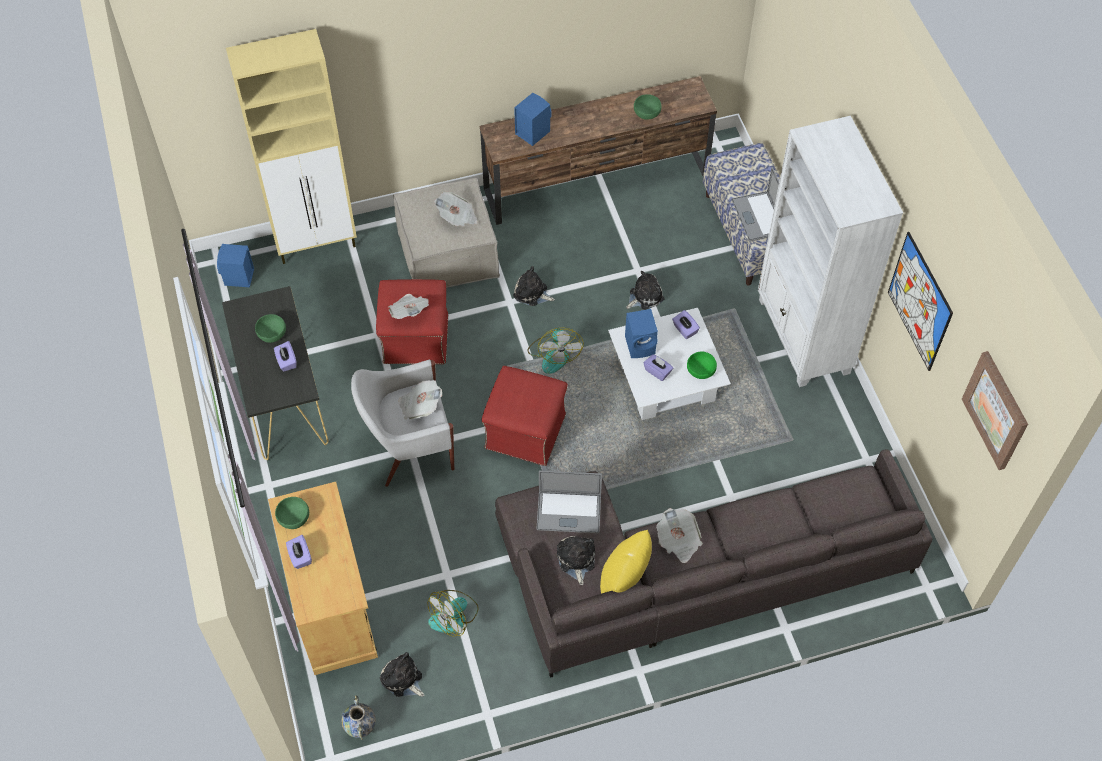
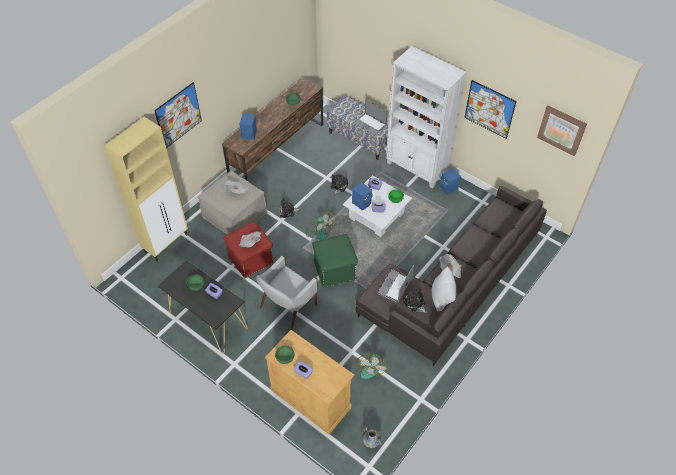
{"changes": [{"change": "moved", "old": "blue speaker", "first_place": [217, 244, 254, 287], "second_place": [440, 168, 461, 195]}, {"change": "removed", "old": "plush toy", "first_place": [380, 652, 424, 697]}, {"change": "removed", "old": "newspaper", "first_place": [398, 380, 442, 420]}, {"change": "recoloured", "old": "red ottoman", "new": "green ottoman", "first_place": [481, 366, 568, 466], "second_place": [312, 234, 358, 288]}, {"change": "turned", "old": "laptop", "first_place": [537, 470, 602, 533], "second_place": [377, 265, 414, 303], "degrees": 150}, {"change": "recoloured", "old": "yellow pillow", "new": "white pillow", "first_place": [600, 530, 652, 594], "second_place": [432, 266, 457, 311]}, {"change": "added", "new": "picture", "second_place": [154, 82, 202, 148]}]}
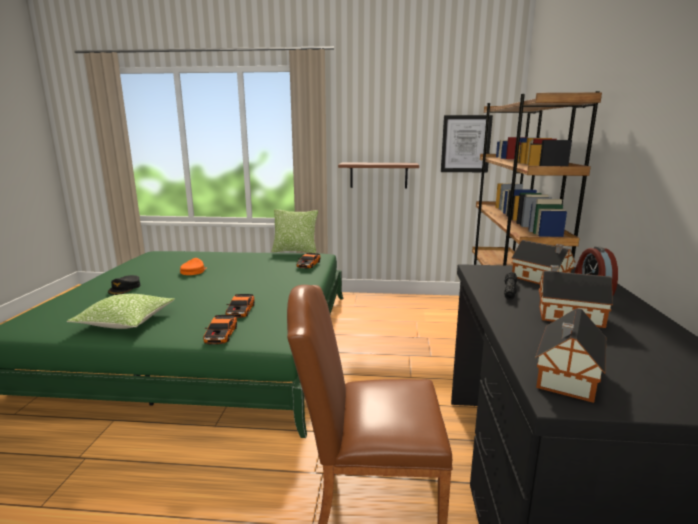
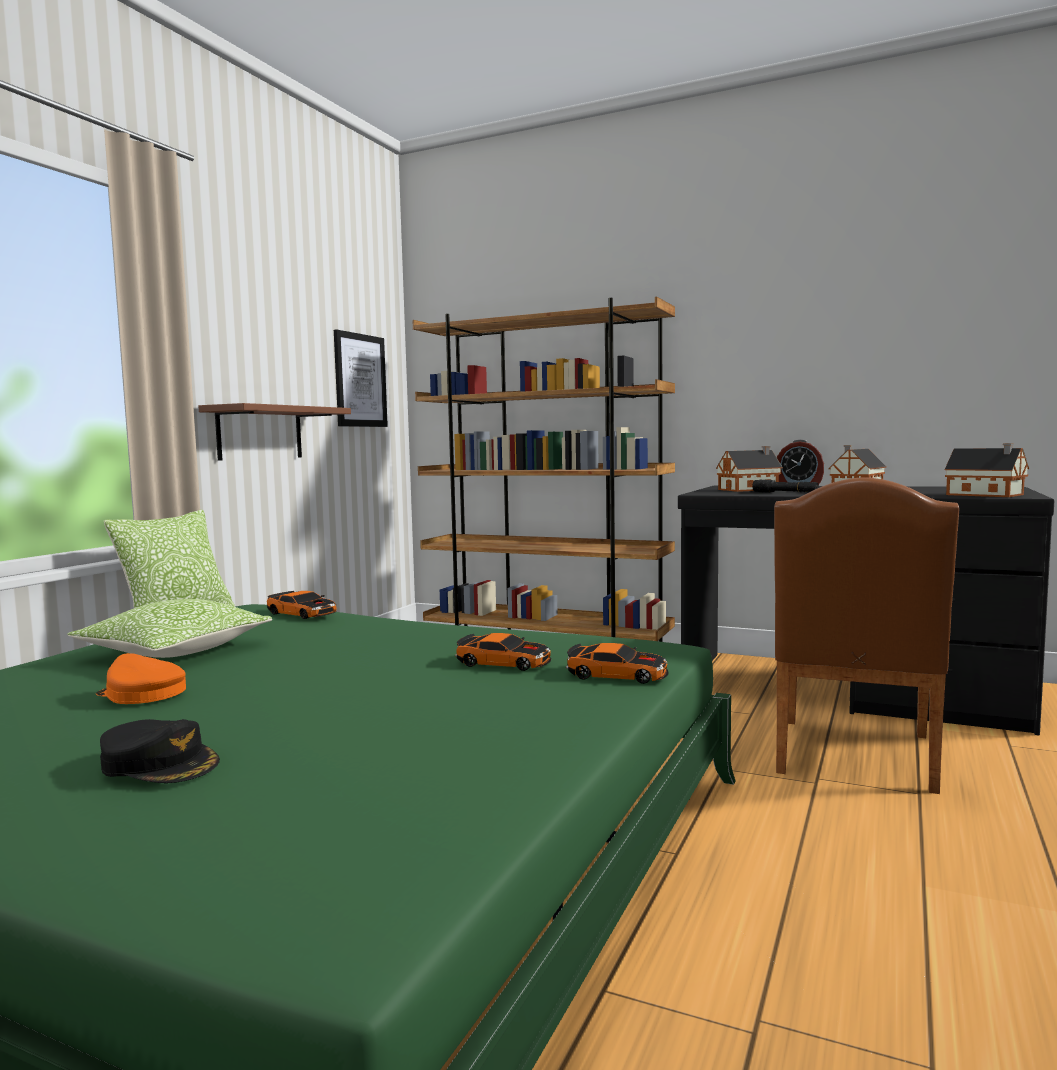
{"changes": [{"change": "moved", "old": "pillow", "first_place": [67, 294, 175, 329], "second_place": [67, 599, 272, 658]}]}
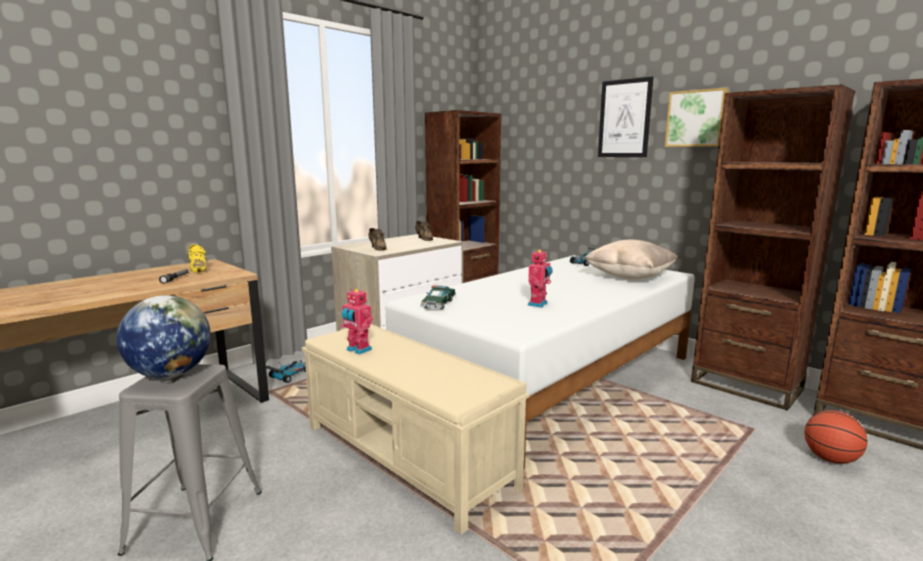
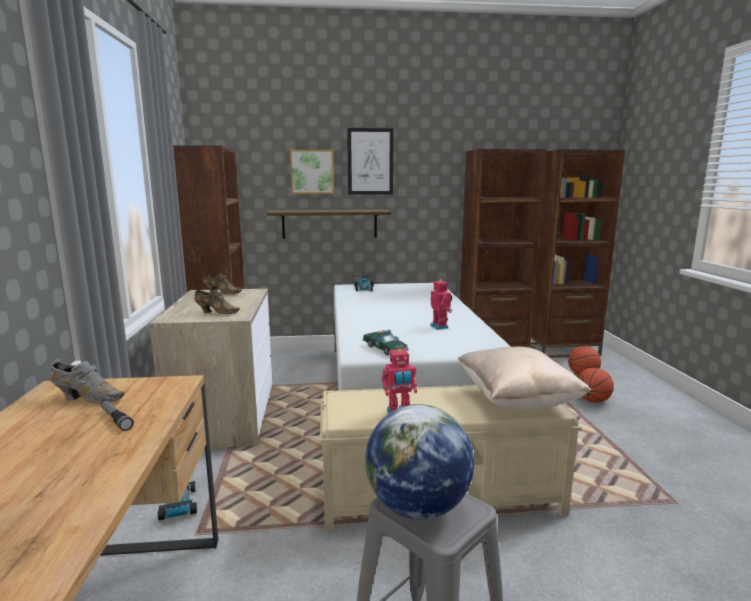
{"changes": [{"change": "recoloured", "old": "yellow shoe", "new": "grey shoe", "first_place": [188, 244, 207, 273], "second_place": [50, 361, 125, 404]}, {"change": "moved", "old": "beige pillow", "first_place": [584, 240, 678, 280], "second_place": [458, 347, 591, 409]}, {"change": "moved", "old": "picture", "first_place": [665, 88, 728, 147], "second_place": [290, 150, 334, 194]}, {"change": "added", "new": "shelf", "second_place": [267, 210, 391, 239]}, {"change": "added", "new": "basketball", "second_place": [578, 368, 614, 403]}]}
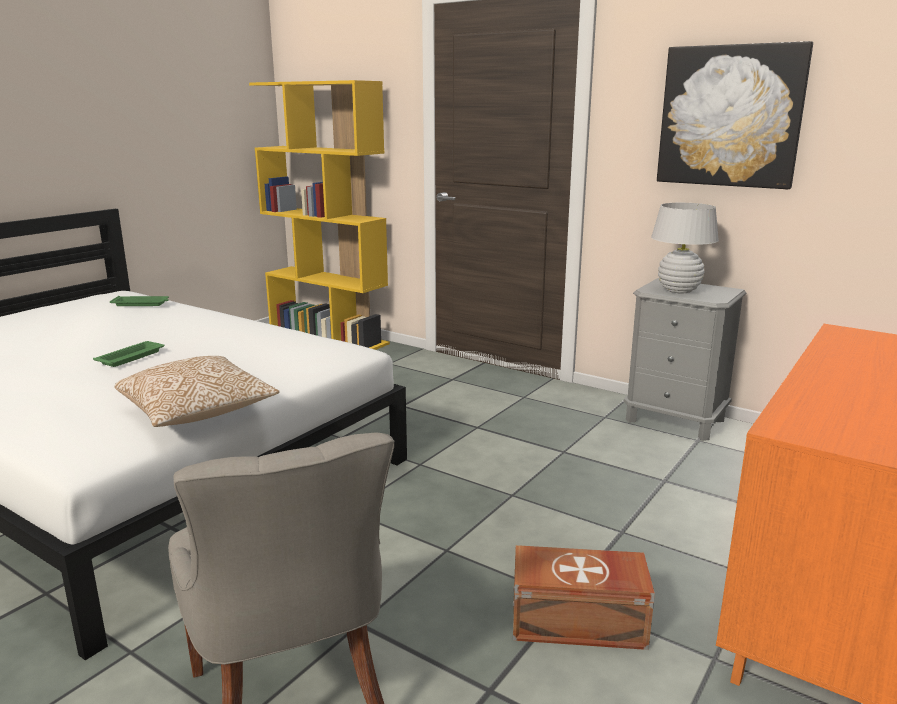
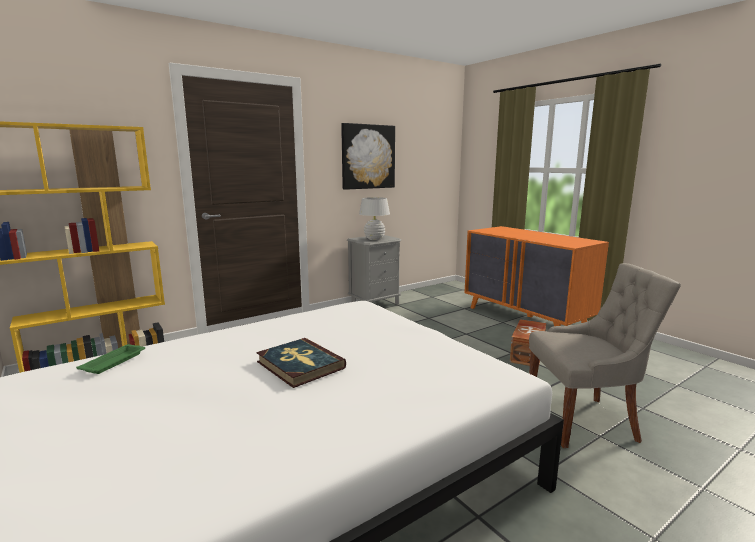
{"changes": [{"change": "replaced", "old": "green tray", "new": "book", "first_place": [93, 341, 164, 367], "second_place": [256, 338, 346, 388]}, {"change": "removed", "old": "pillow", "first_place": [114, 356, 280, 427]}]}
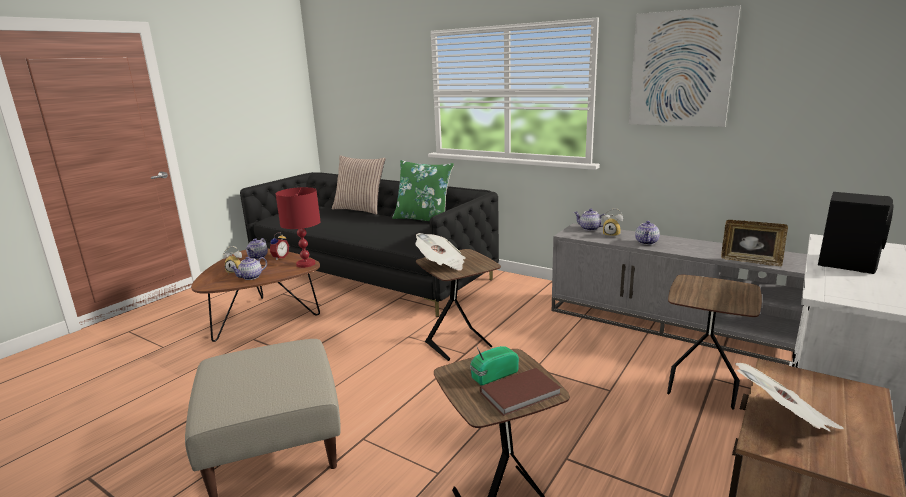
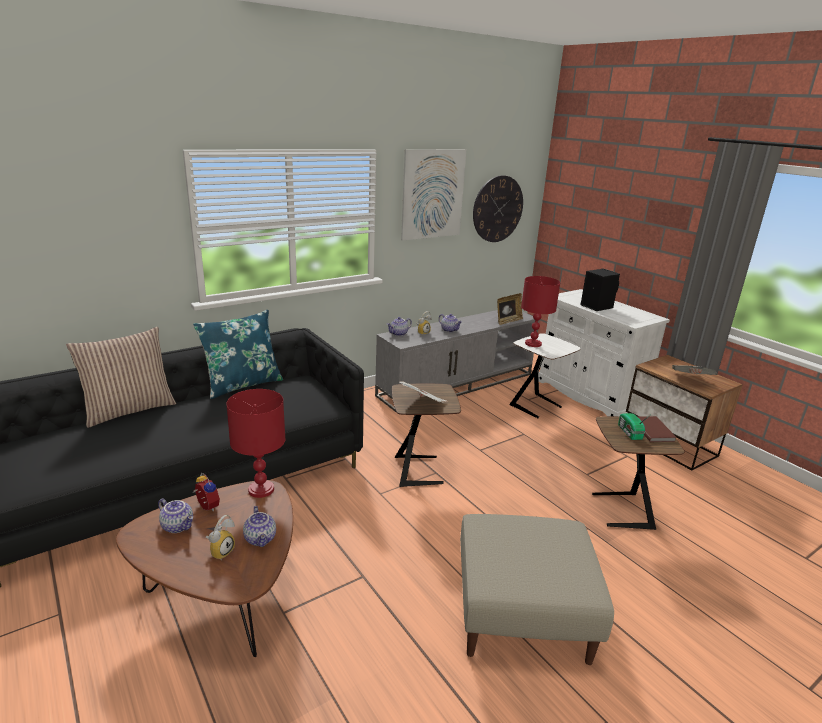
{"changes": [{"change": "recoloured", "old": "green pillow", "new": "blue pillow", "first_place": [392, 160, 454, 221], "second_place": [193, 310, 283, 399]}, {"change": "recoloured", "old": "brown side table", "new": "white side table", "first_place": [667, 275, 762, 410], "second_place": [509, 333, 581, 418]}, {"change": "added", "new": "wall clock", "second_place": [473, 175, 523, 242]}, {"change": "added", "new": "red table lamp", "second_place": [521, 276, 560, 347]}]}
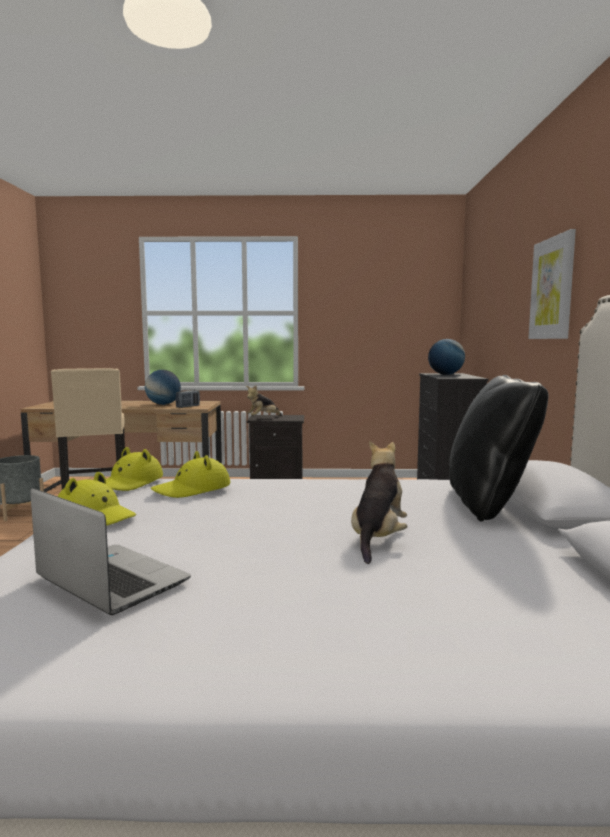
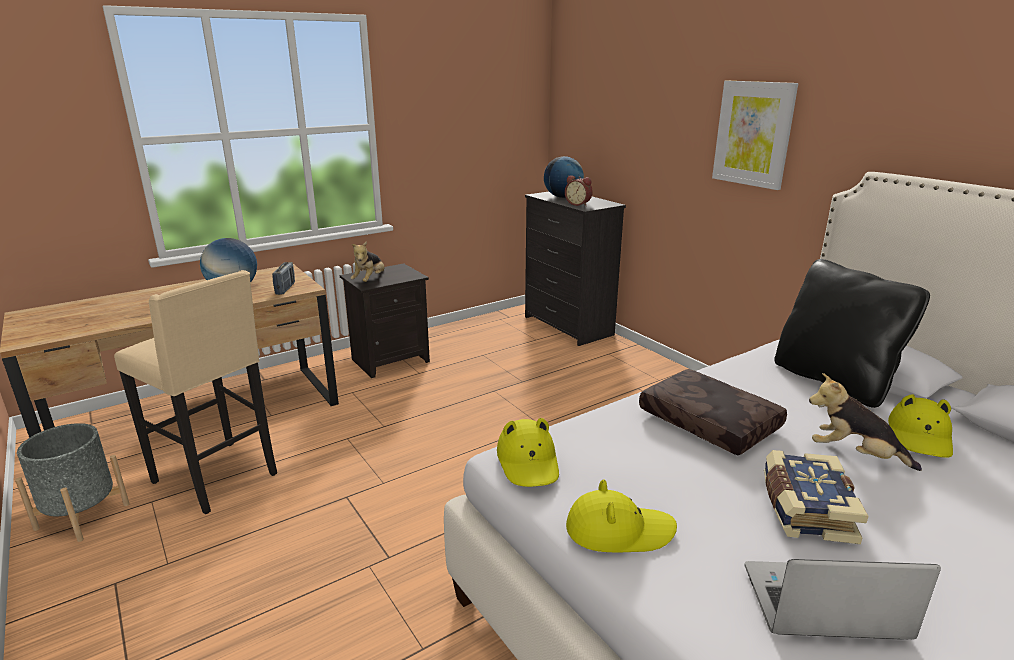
{"changes": [{"change": "moved", "old": "yellow hat", "first_place": [151, 451, 230, 498], "second_place": [888, 394, 953, 458]}, {"change": "turned", "old": "plush toy", "first_place": [351, 441, 407, 564], "second_place": [809, 373, 922, 471], "degrees": -45}, {"change": "added", "new": "alarm clock", "second_place": [565, 175, 593, 206]}, {"change": "added", "new": "brown pillow", "second_place": [639, 369, 787, 455]}, {"change": "added", "new": "book", "second_place": [764, 450, 868, 544]}]}
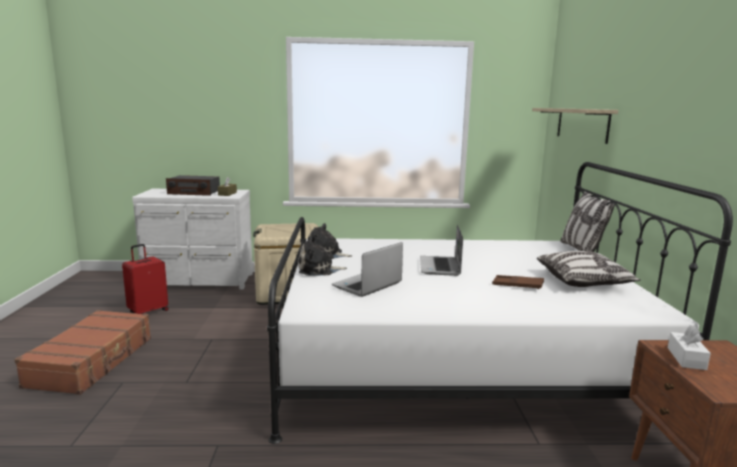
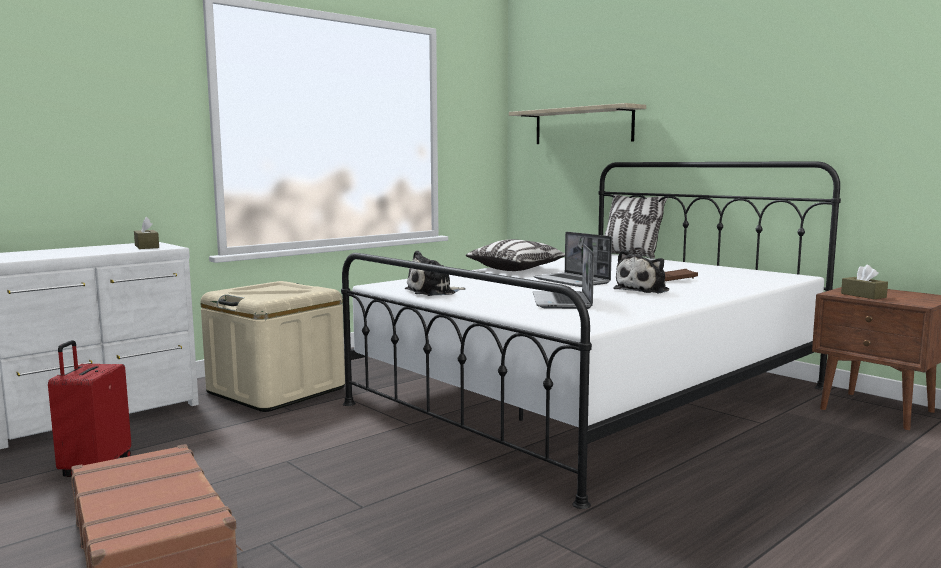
{"changes": [{"change": "removed", "old": "radio", "first_place": [166, 175, 220, 196]}, {"change": "moved", "old": "plush toy", "first_place": [298, 236, 347, 276], "second_place": [613, 250, 669, 294]}, {"change": "moved", "old": "pillow", "first_place": [537, 251, 640, 287], "second_place": [466, 239, 565, 271]}, {"change": "recoloured", "old": "white tissue box", "new": "brown tissue box", "first_place": [668, 325, 711, 370], "second_place": [841, 265, 888, 299]}]}
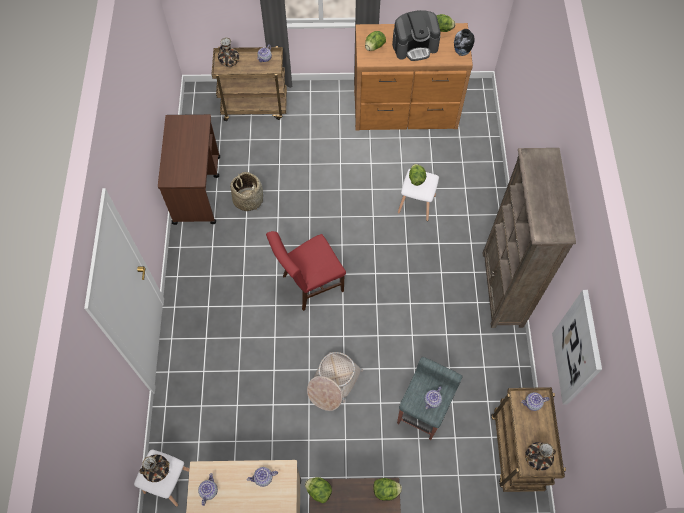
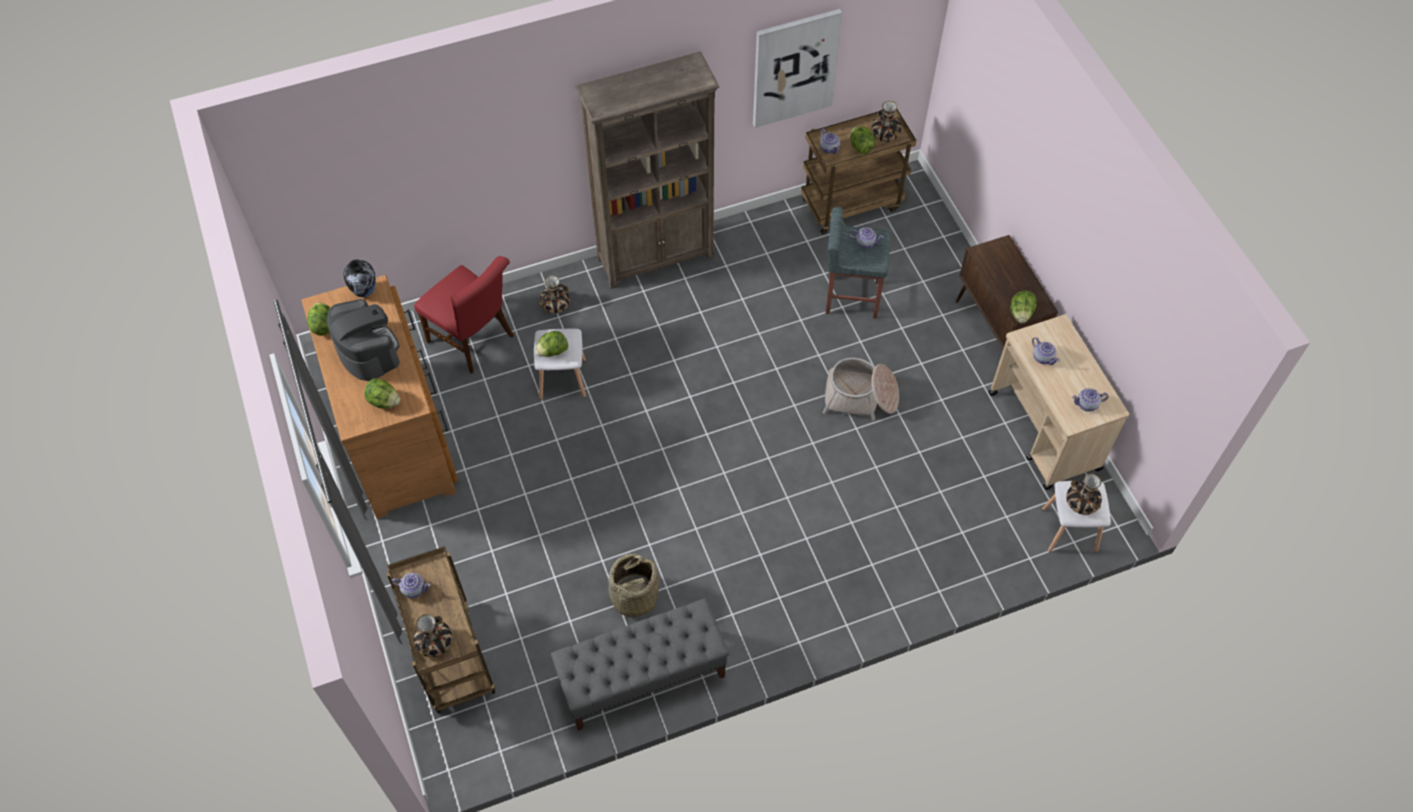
{"changes": [{"change": "replaced", "old": "brown cart", "new": "grey bench", "first_place": [158, 114, 220, 225], "second_place": [551, 598, 729, 731]}, {"change": "moved", "old": "red chair", "first_place": [266, 231, 346, 311], "second_place": [414, 256, 514, 374]}, {"change": "moved", "old": "lettuce", "first_place": [373, 478, 402, 501], "second_place": [850, 127, 875, 155]}, {"change": "added", "new": "vase", "second_place": [540, 276, 570, 314]}]}
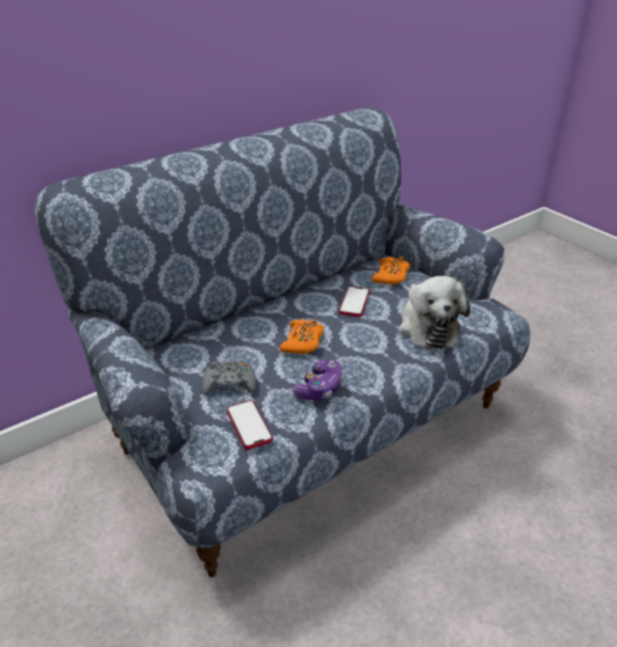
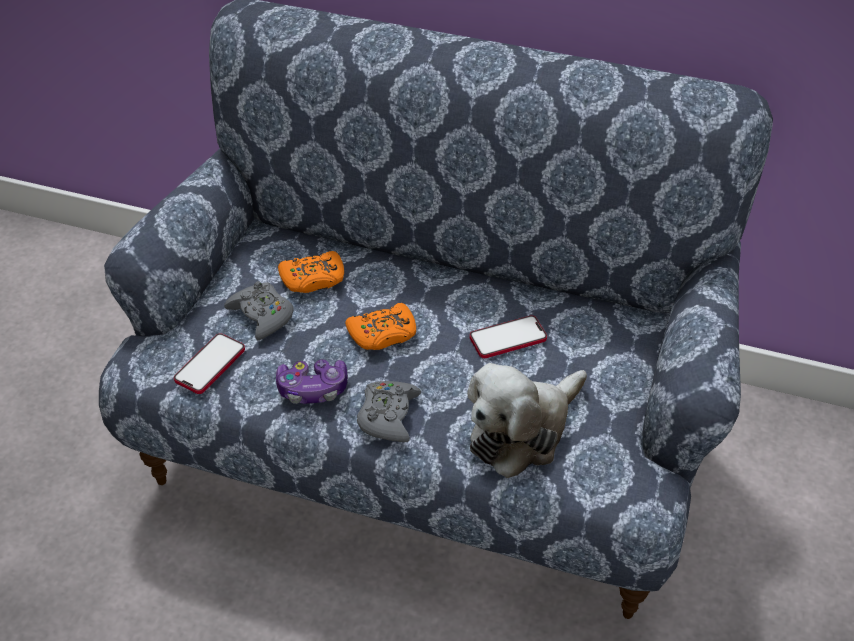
{"changes": [{"change": "moved", "old": "orange game controller", "first_place": [372, 257, 410, 285], "second_place": [278, 251, 344, 293]}, {"change": "added", "new": "grey game controller", "second_place": [357, 381, 421, 442]}]}
